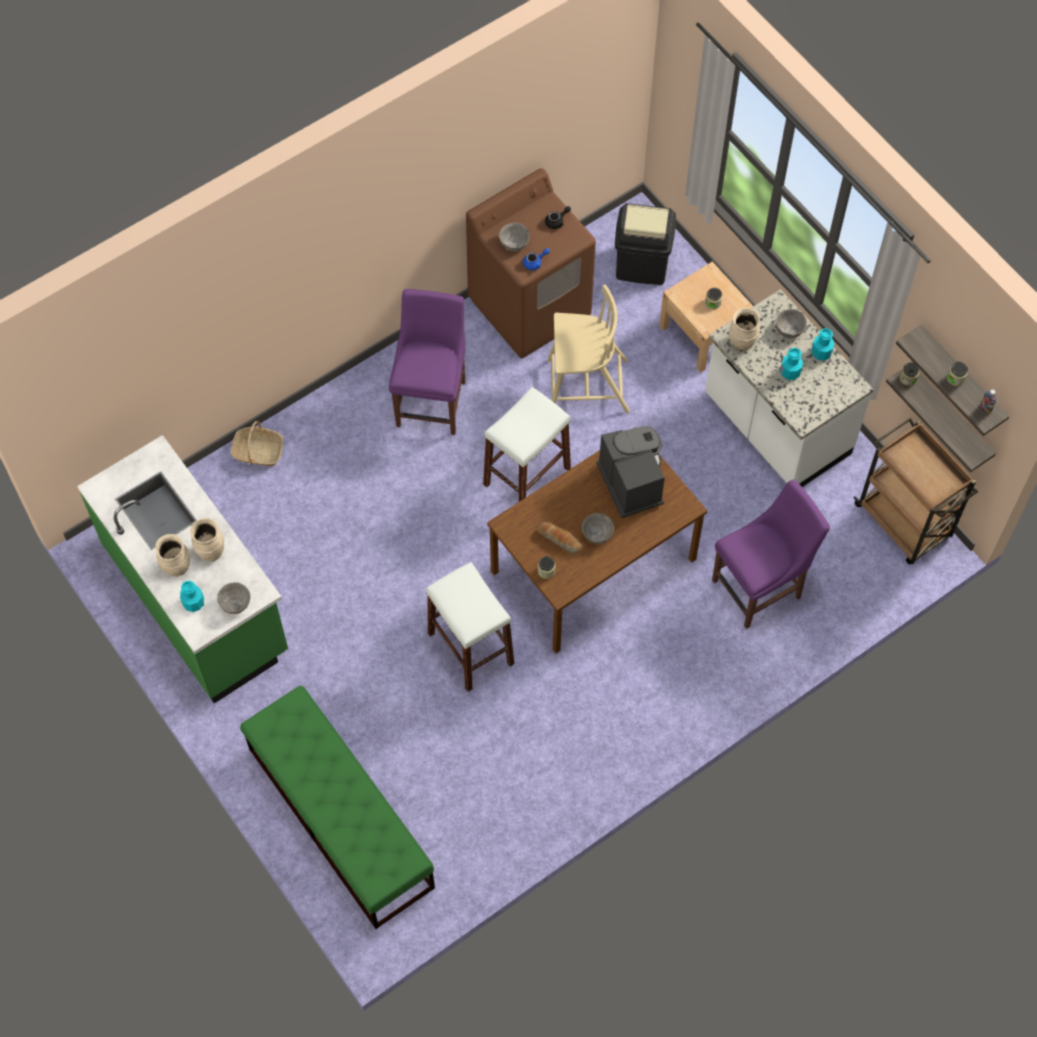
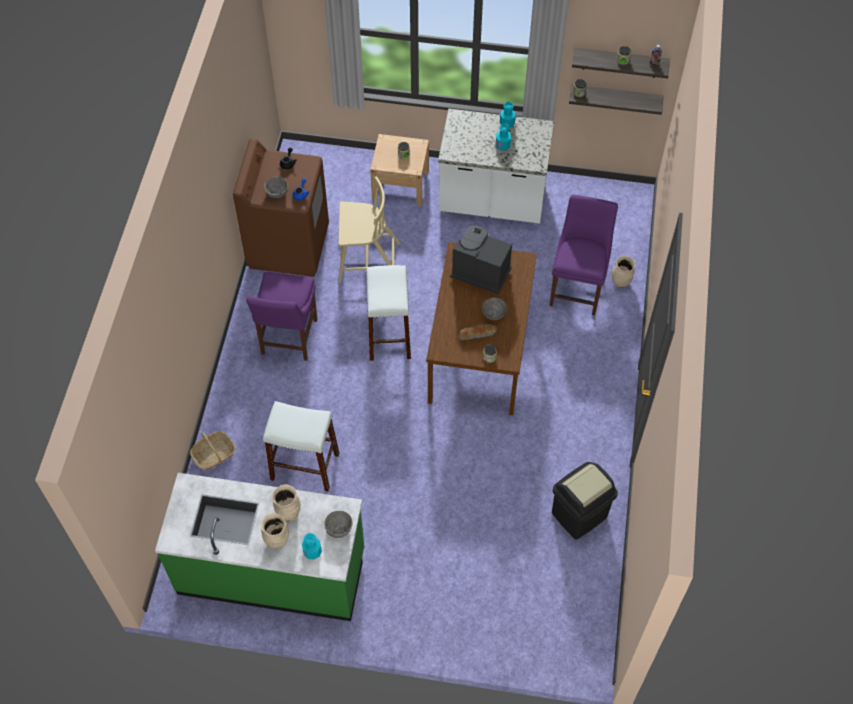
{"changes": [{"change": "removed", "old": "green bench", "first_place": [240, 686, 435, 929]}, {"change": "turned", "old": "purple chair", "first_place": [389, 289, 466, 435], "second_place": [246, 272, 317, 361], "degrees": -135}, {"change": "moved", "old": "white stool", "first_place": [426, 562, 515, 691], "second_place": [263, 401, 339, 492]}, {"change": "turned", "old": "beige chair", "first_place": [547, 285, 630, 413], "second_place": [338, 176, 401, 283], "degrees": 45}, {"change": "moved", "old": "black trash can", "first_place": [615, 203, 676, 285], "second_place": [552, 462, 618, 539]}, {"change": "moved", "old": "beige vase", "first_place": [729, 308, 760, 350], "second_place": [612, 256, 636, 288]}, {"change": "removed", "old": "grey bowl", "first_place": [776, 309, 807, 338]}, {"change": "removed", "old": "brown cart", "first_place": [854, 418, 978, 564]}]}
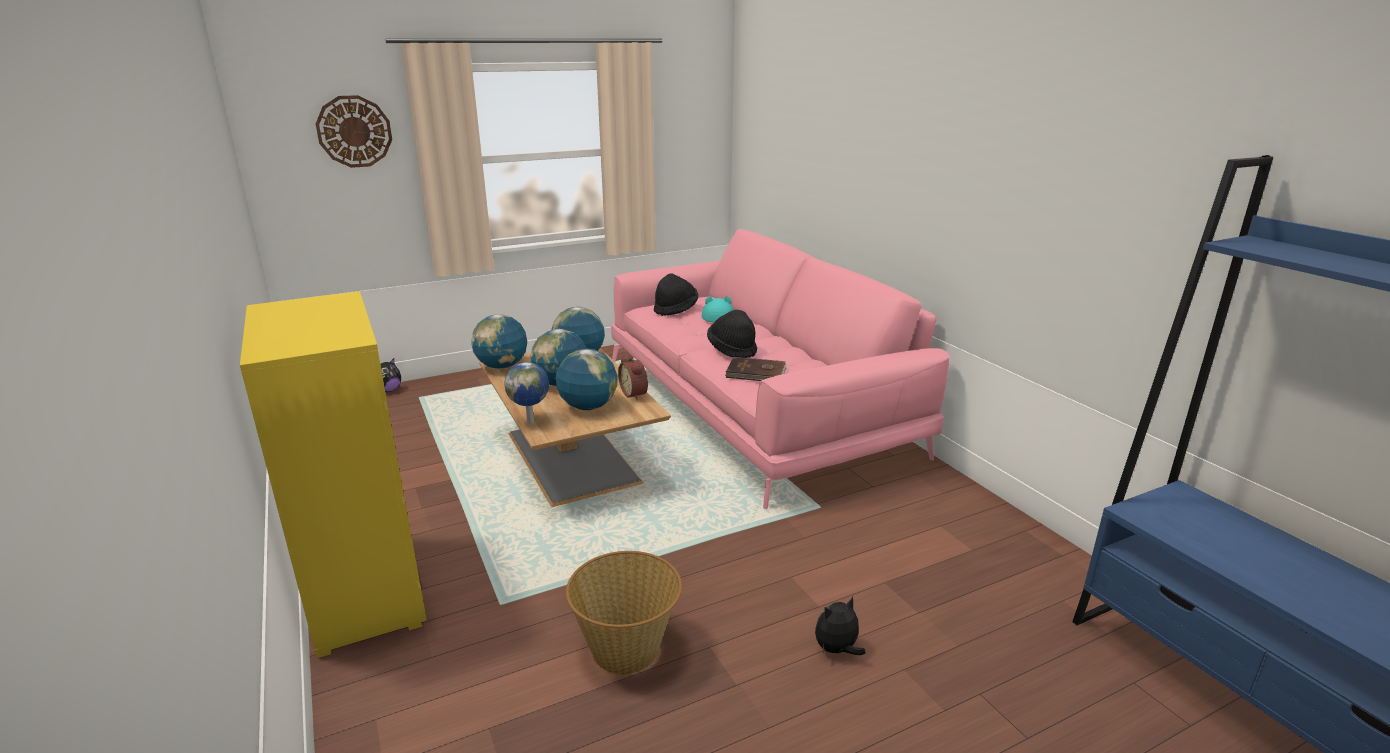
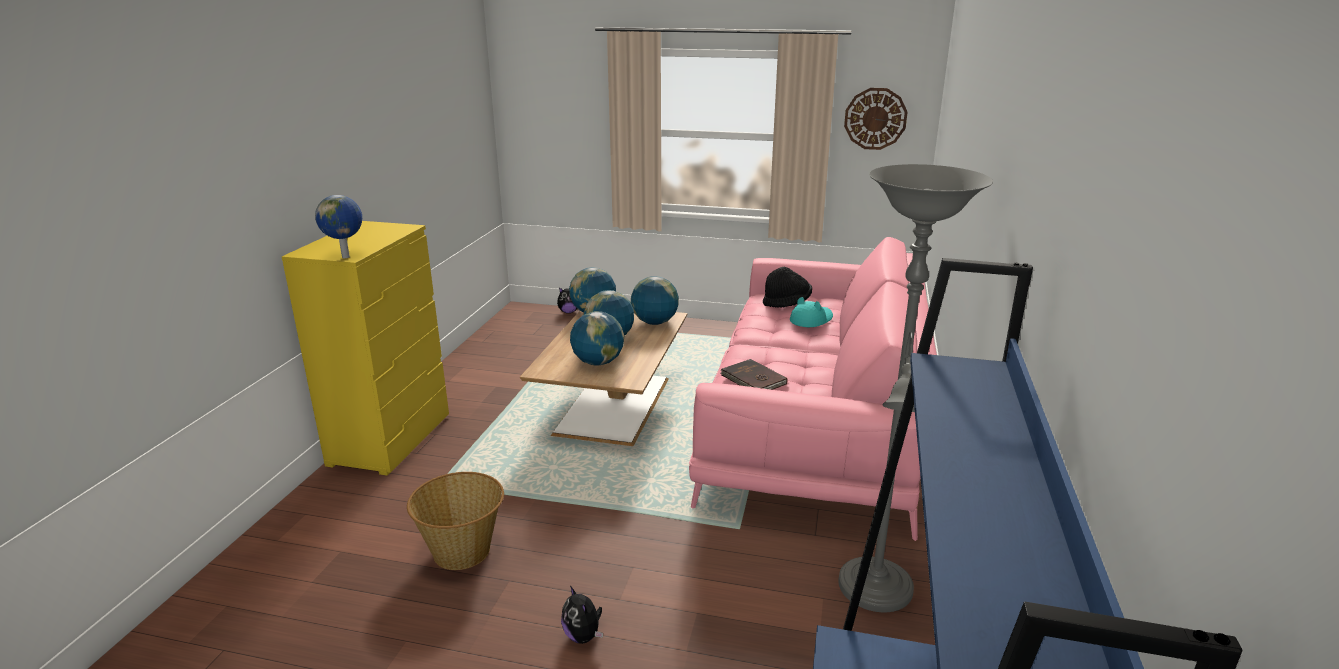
{"changes": [{"change": "moved", "old": "wall clock", "first_place": [316, 95, 392, 168], "second_place": [844, 88, 908, 150]}, {"change": "moved", "old": "globe", "first_place": [505, 362, 549, 424], "second_place": [315, 195, 362, 258]}, {"change": "removed", "old": "alarm clock", "first_place": [618, 353, 648, 401]}, {"change": "removed", "old": "black hat", "first_place": [707, 310, 757, 358]}, {"change": "turned", "old": "plush toy", "first_place": [815, 597, 865, 655], "second_place": [561, 586, 603, 644], "degrees": -135}, {"change": "added", "new": "grey floor lamp", "second_place": [838, 164, 993, 612]}]}
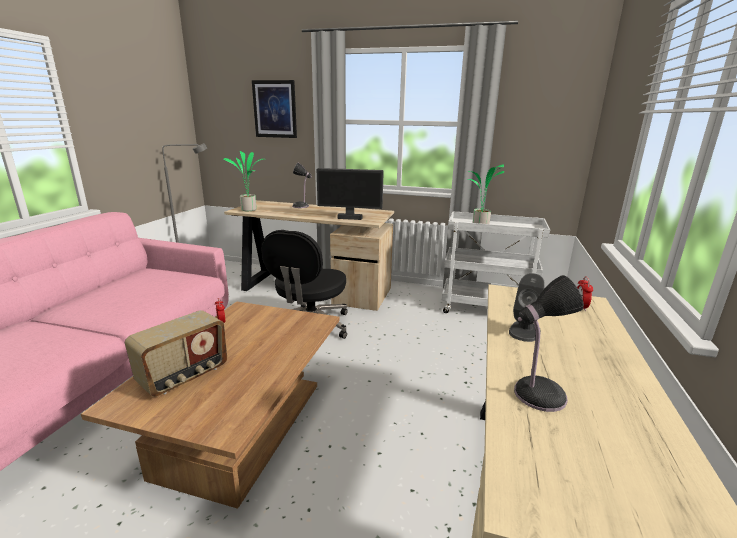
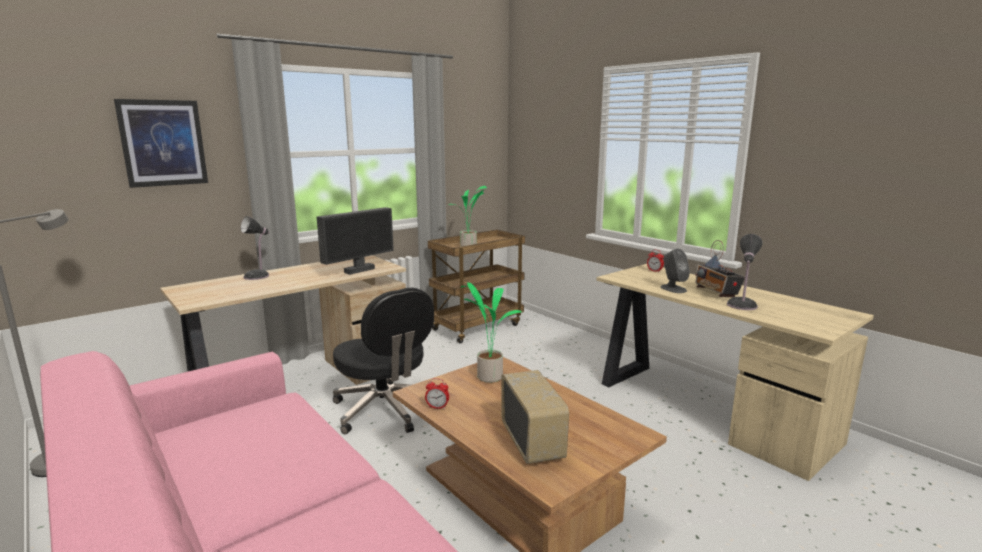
{"changes": [{"change": "moved", "old": "potted plant", "first_place": [223, 151, 263, 211], "second_place": [461, 282, 522, 383]}, {"change": "recoloured", "old": "white cart", "new": "brown cart", "first_place": [442, 212, 550, 313], "second_place": [428, 230, 525, 343]}, {"change": "added", "new": "radio", "second_place": [695, 240, 745, 297]}]}
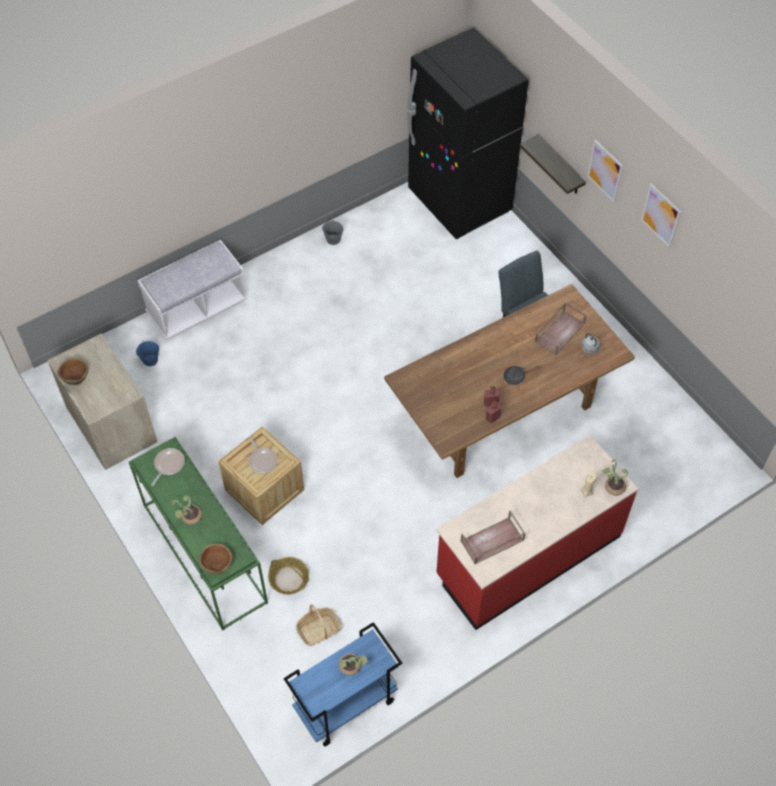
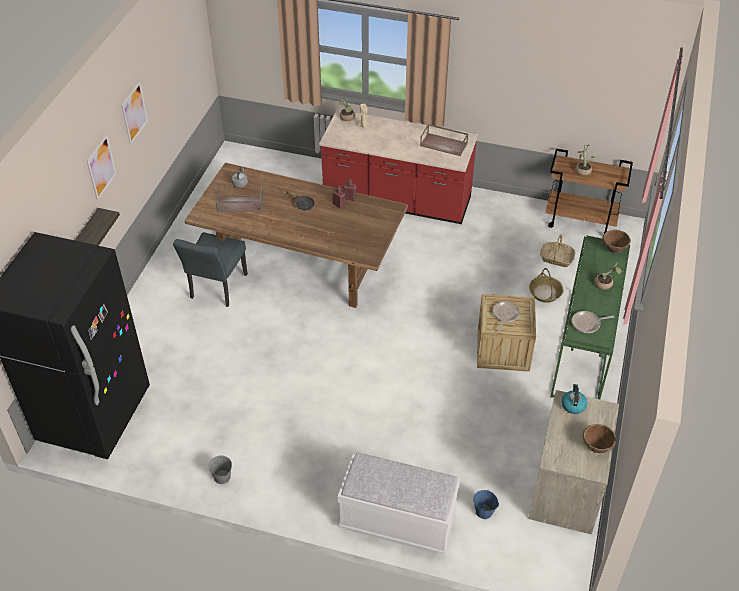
{"changes": [{"change": "recoloured", "old": "blue cart", "new": "brown cart", "first_place": [284, 622, 402, 747], "second_place": [545, 149, 633, 233]}, {"change": "added", "new": "kettle", "second_place": [561, 384, 587, 414]}]}
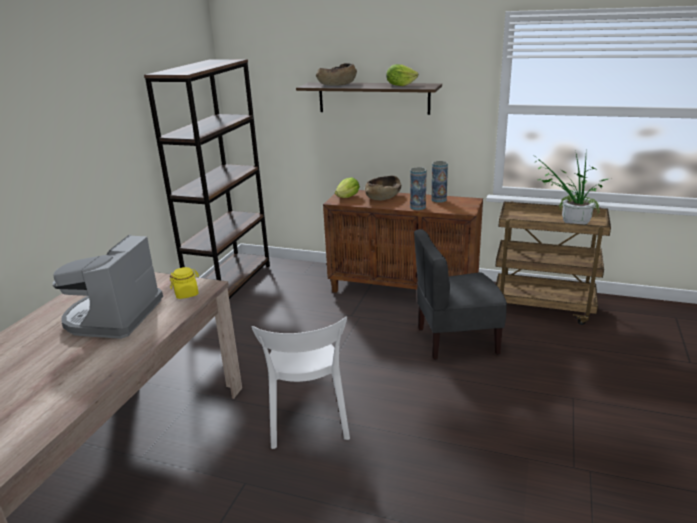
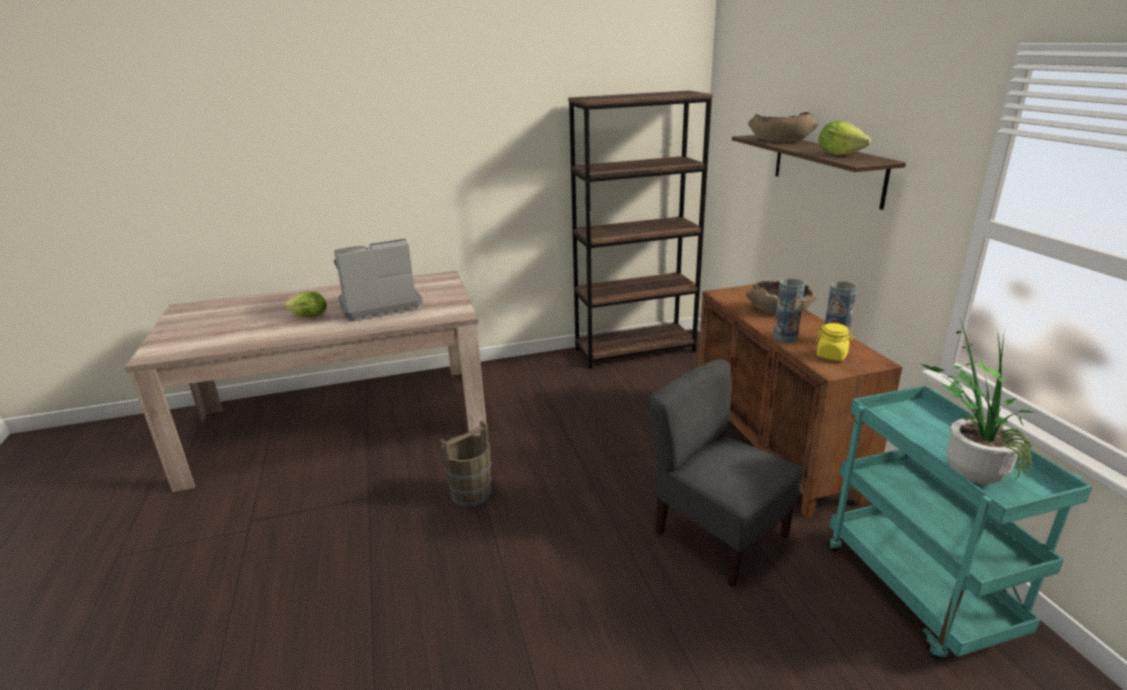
{"changes": [{"change": "moved", "old": "yellow jar", "first_place": [169, 267, 199, 299], "second_place": [815, 323, 855, 361]}, {"change": "replaced", "old": "white chair", "new": "brown bucket", "first_place": [252, 316, 350, 449], "second_place": [440, 421, 491, 507]}, {"change": "moved", "old": "lettuce", "first_place": [335, 177, 360, 198], "second_place": [284, 292, 327, 318]}, {"change": "recoloured", "old": "brown cart", "new": "turquoise cart", "first_place": [495, 202, 611, 325], "second_place": [827, 385, 1093, 659]}]}
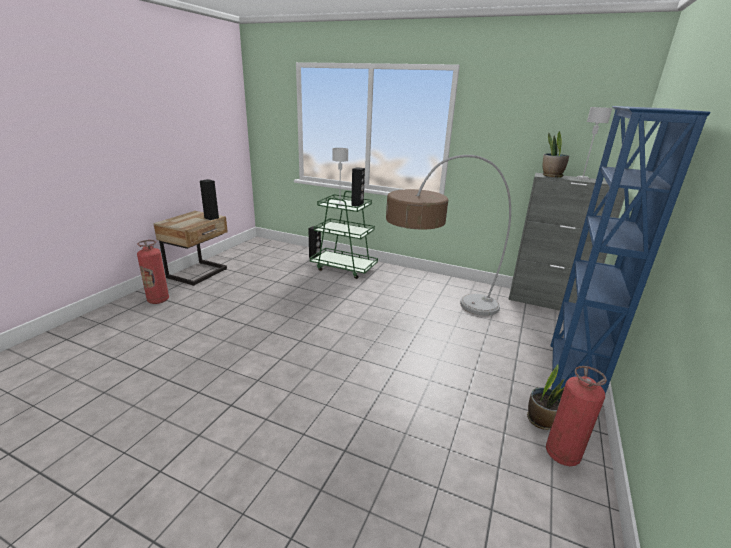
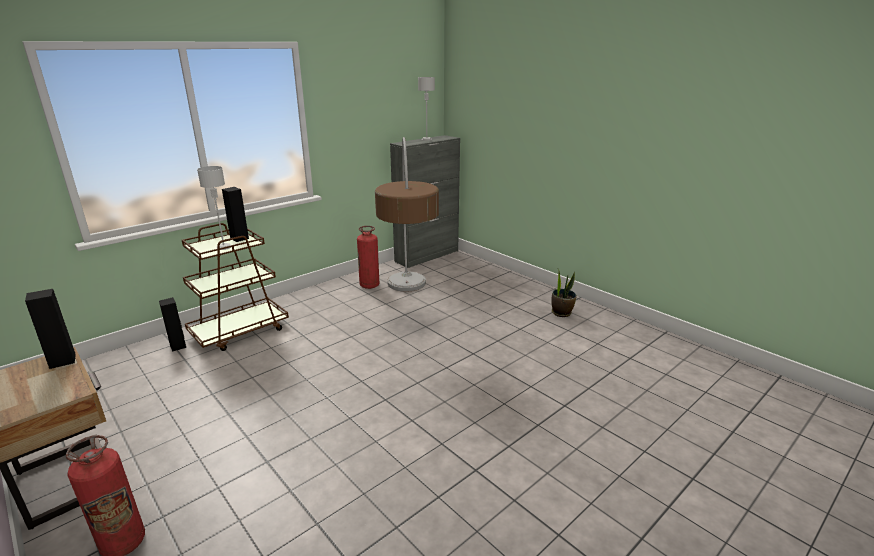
{"changes": [{"change": "recoloured", "old": "green cart", "new": "brown cart", "first_place": [310, 191, 378, 279], "second_place": [182, 223, 289, 351]}, {"change": "removed", "old": "potted plant", "first_place": [543, 131, 569, 177]}, {"change": "moved", "old": "fire extinguisher", "first_place": [546, 366, 607, 466], "second_place": [357, 226, 379, 289]}, {"change": "removed", "old": "blue bookcase", "first_place": [550, 106, 711, 394]}]}
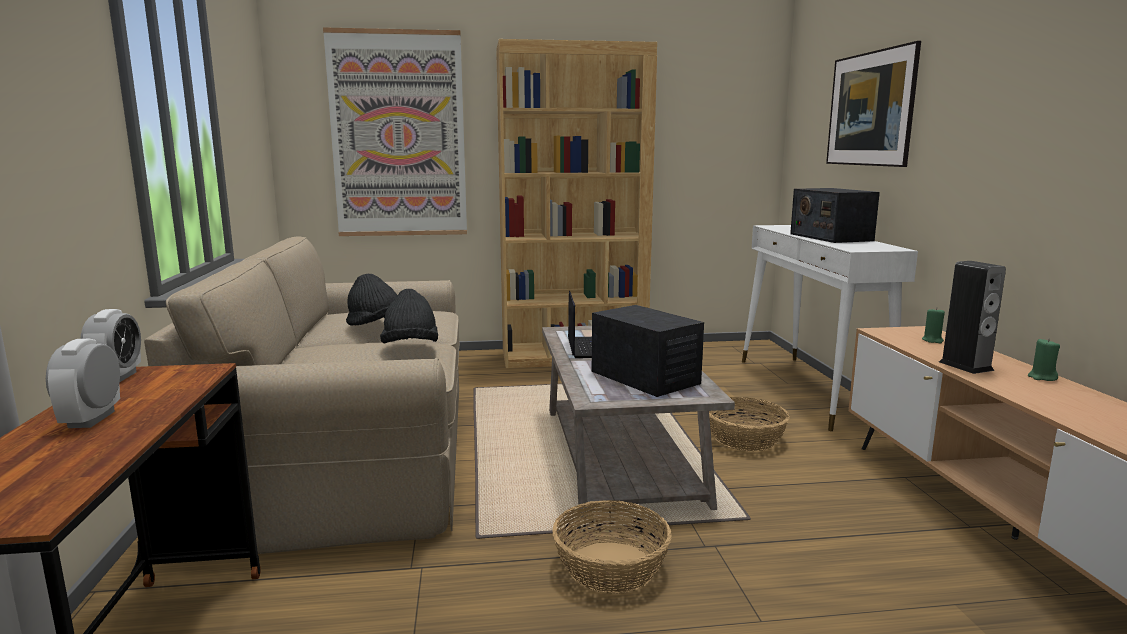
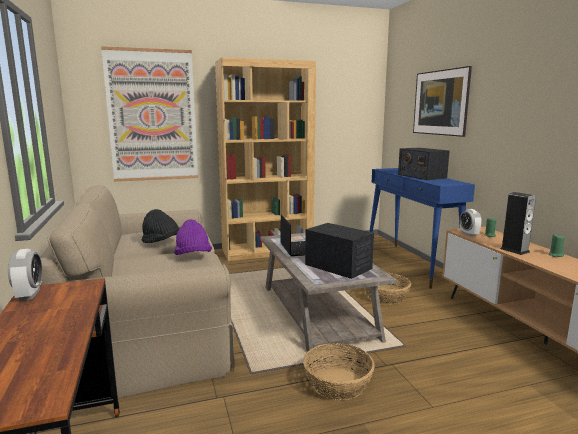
{"changes": [{"change": "moved", "old": "alarm clock", "first_place": [46, 339, 120, 428], "second_place": [460, 209, 482, 236]}, {"change": "recoloured", "old": "black hat", "new": "purple hat", "first_place": [380, 289, 438, 343], "second_place": [174, 219, 212, 255]}, {"change": "recoloured", "old": "white console table", "new": "blue console table", "first_place": [742, 225, 918, 431], "second_place": [369, 168, 475, 289]}]}
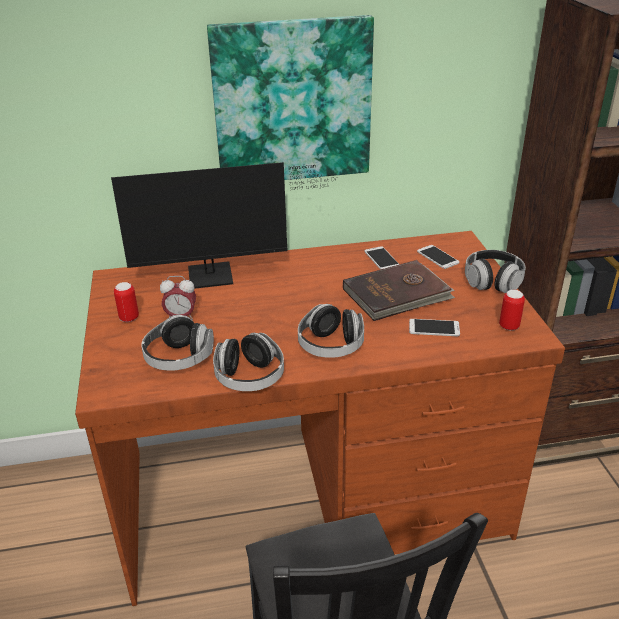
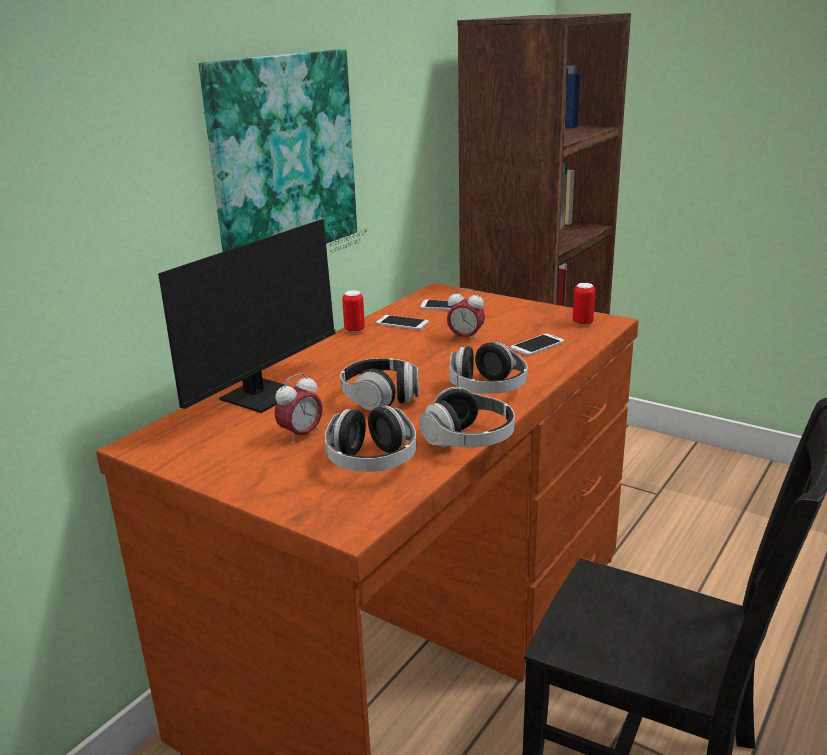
{"changes": [{"change": "moved", "old": "can", "first_place": [114, 282, 139, 322], "second_place": [342, 290, 365, 333]}, {"change": "replaced", "old": "brown book", "new": "alarm clock", "first_place": [343, 260, 455, 321], "second_place": [447, 288, 485, 342]}, {"change": "moved", "old": "headphones", "first_place": [465, 250, 526, 293], "second_place": [340, 358, 419, 410]}]}
